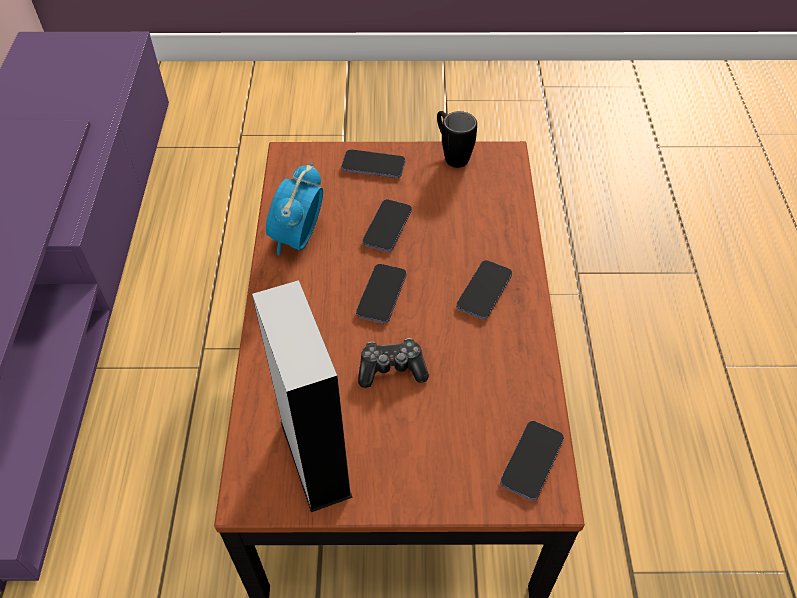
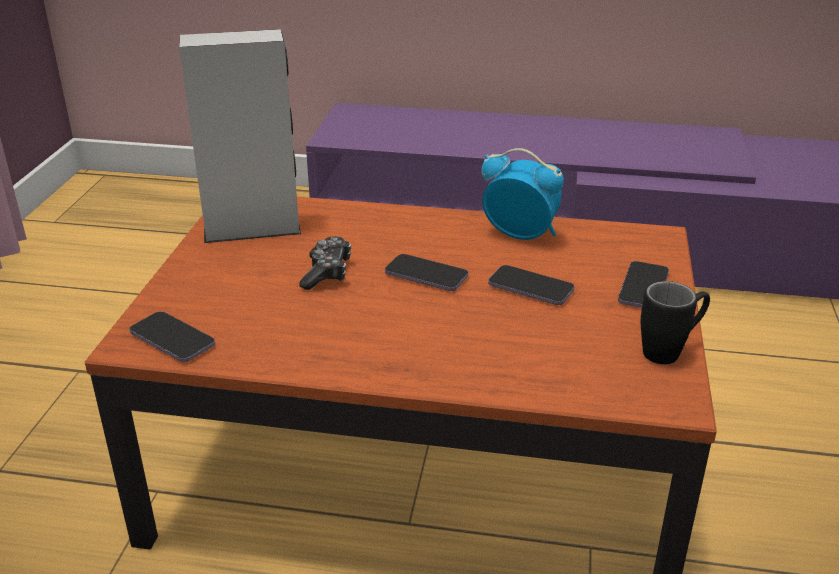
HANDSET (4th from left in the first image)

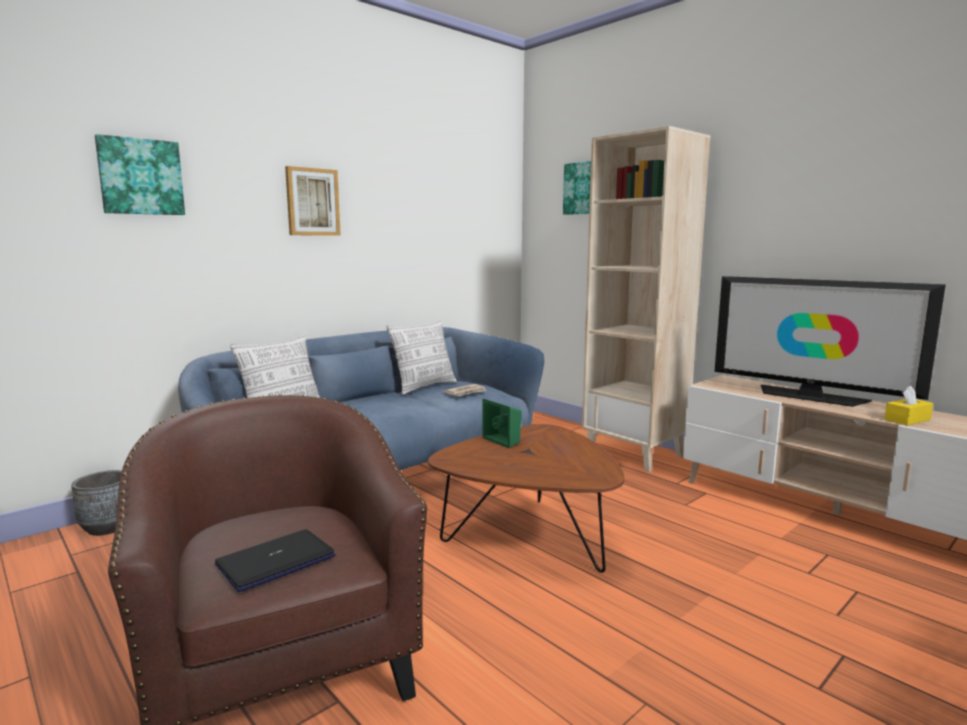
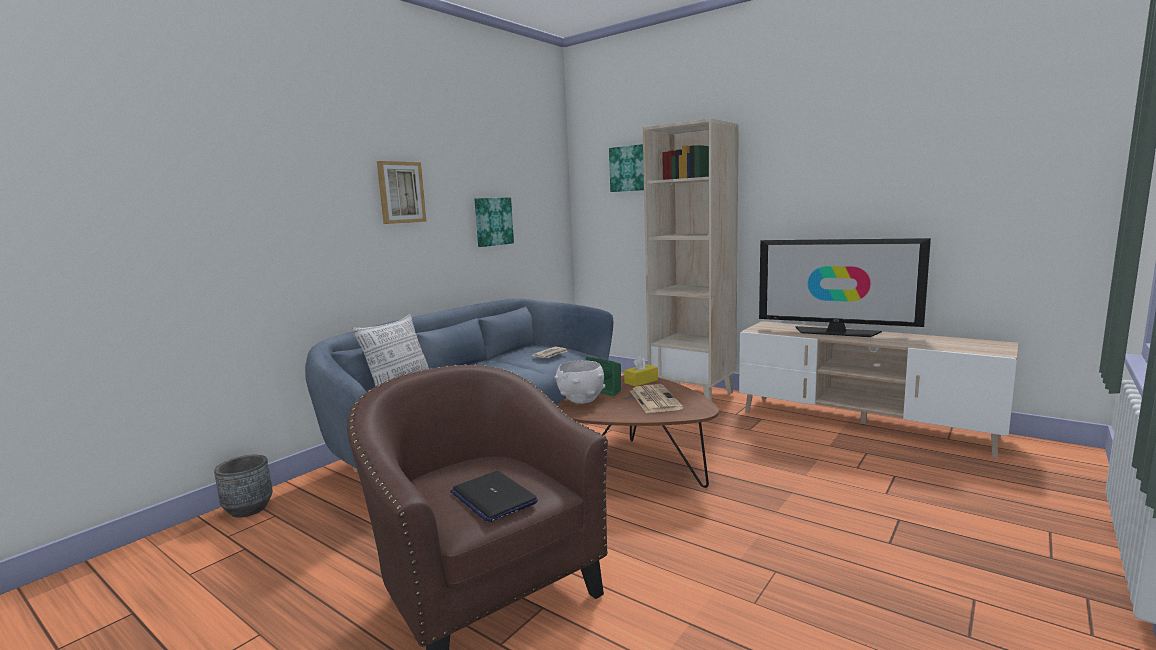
PICTURE (2nd from left); CUSHION (2nd from left in the first image); YELLOW-COLOURED TISSUE HOLDER; PORTABLE COMPUTER; WHITISH BOWL; PRINTED PAPER (2nd from left)

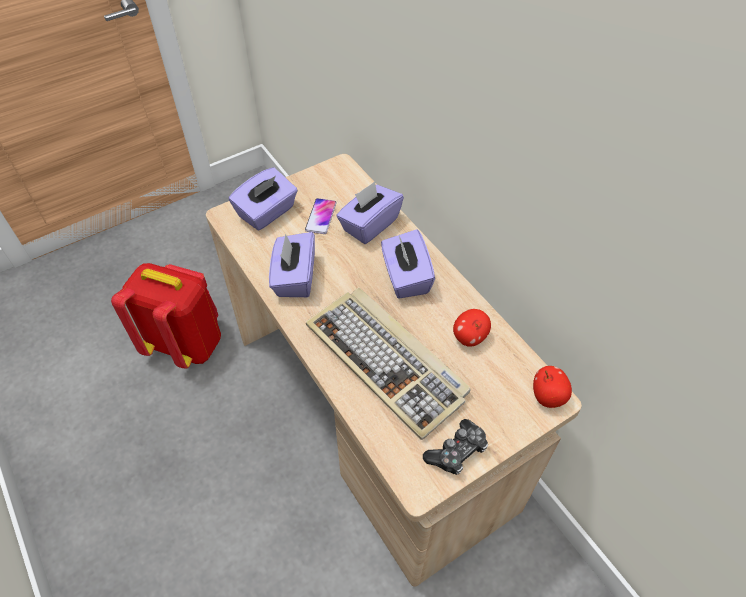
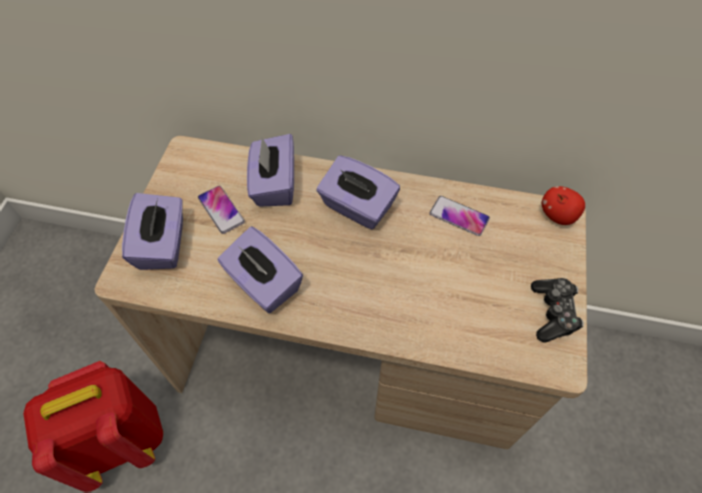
PC KEYBOARD; HANDSET (2nd from left)

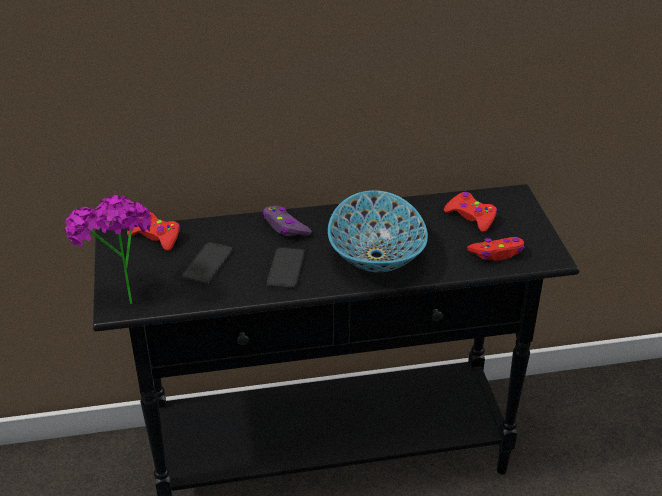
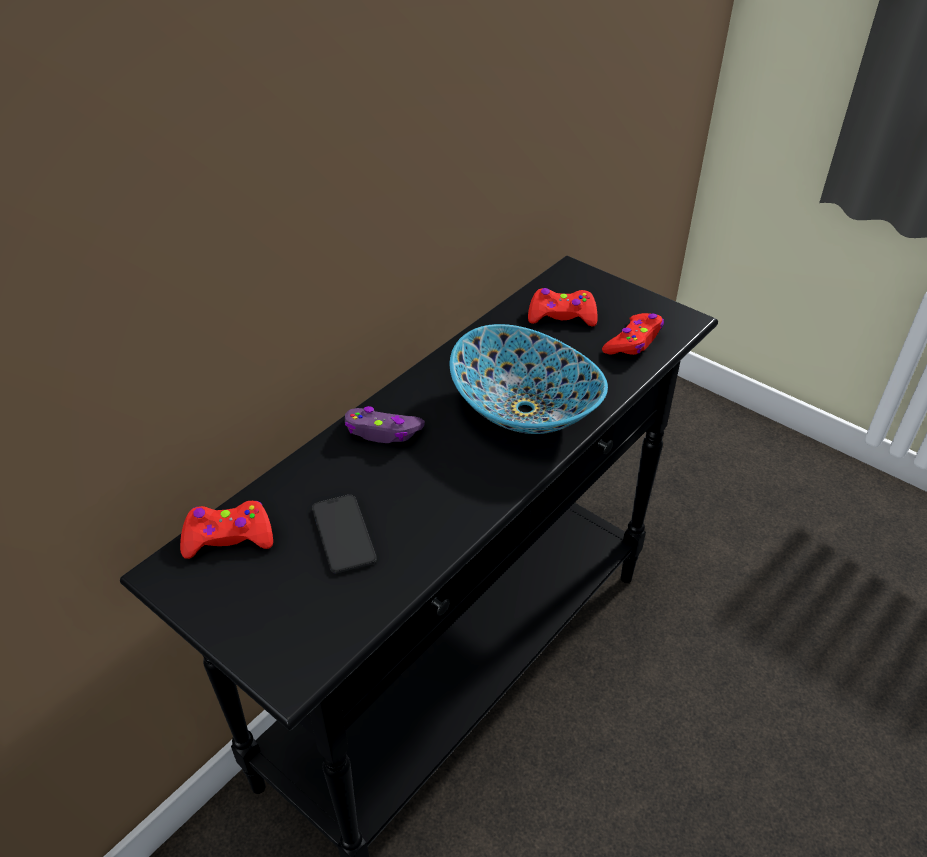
PLANT IN A POT; HANDSET (2nd from left in the first image)

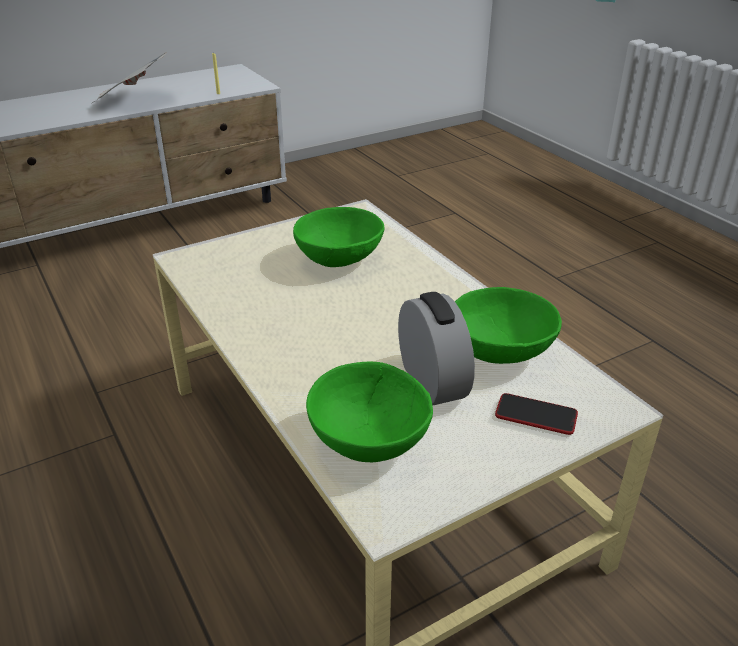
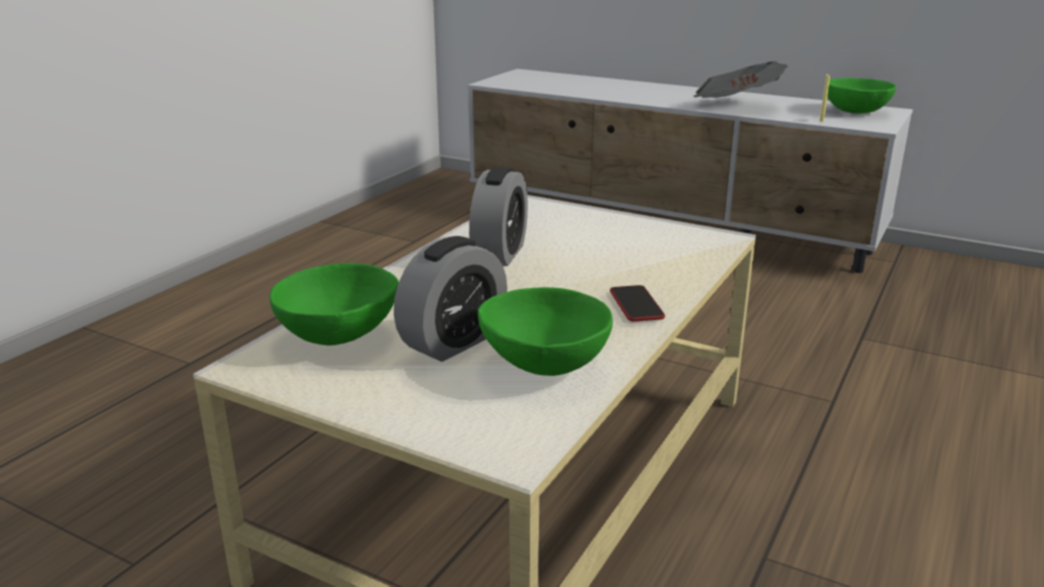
GREEN-COLOURED BOWL (3rd from left); HANDSET; BEDSIDE CLOCK (2nd from left)

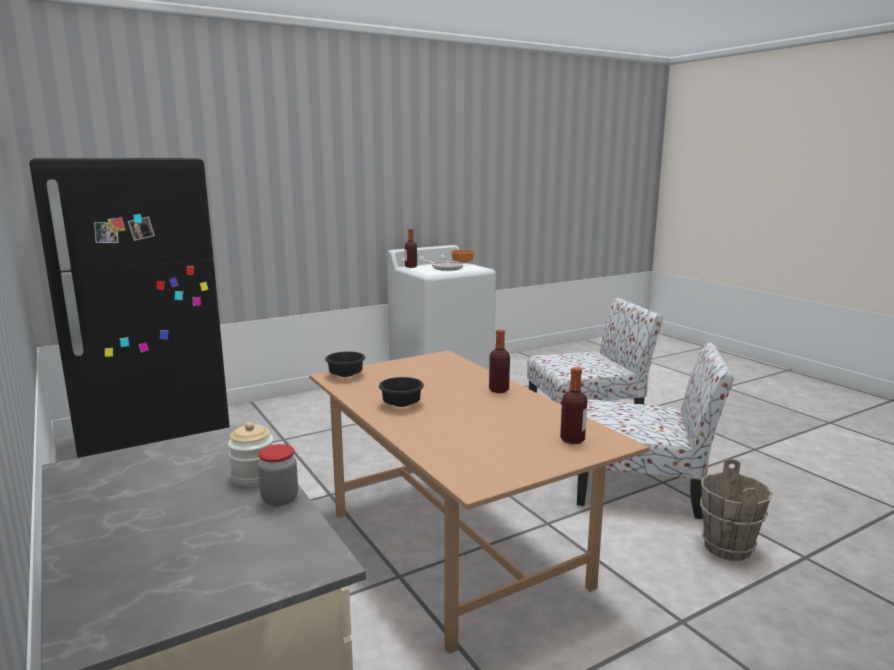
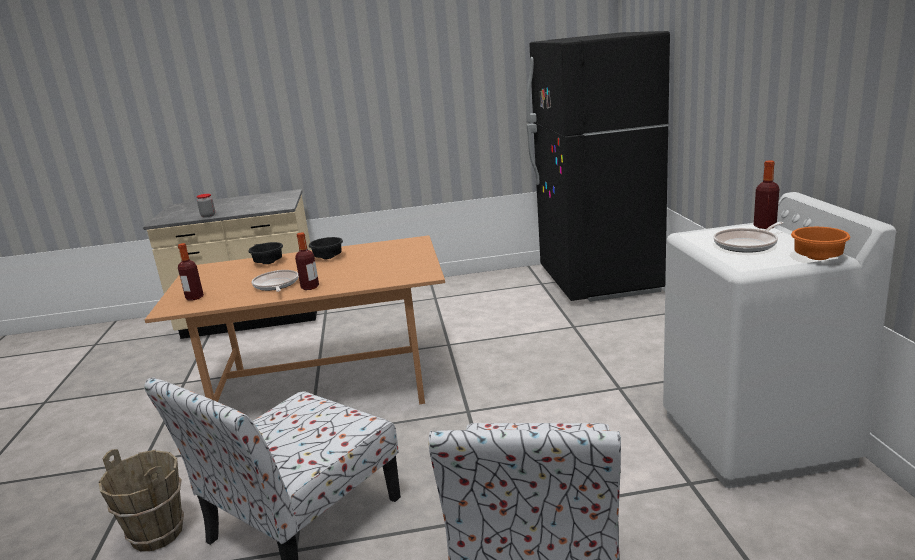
BLACK BOWL (1st from left); STORAGE JAR (1st from left in the first image); PAN (1st from left)

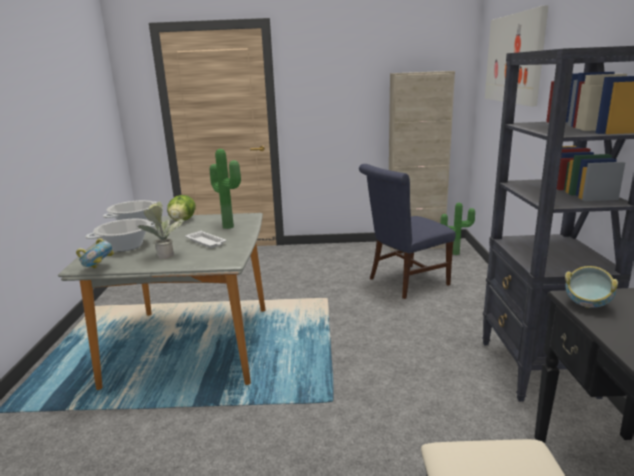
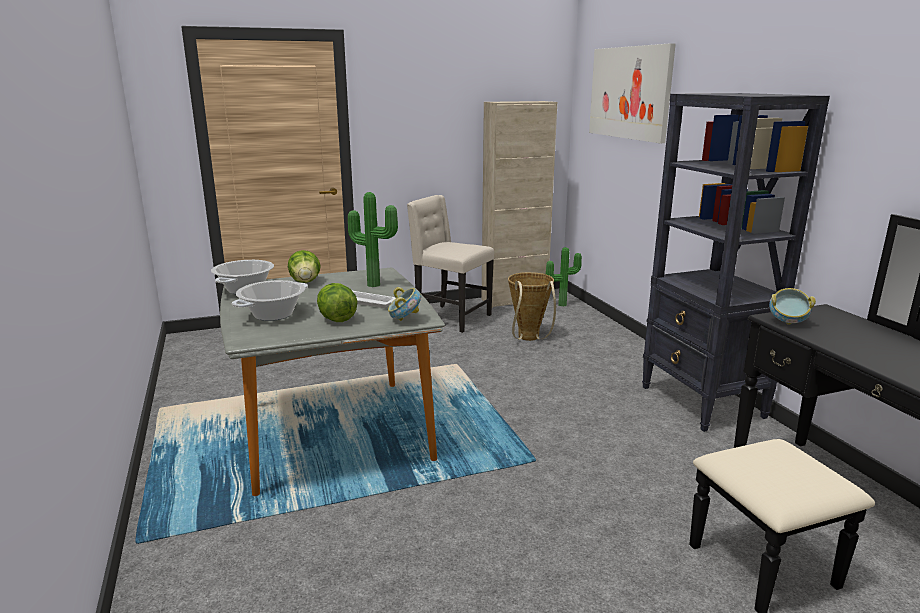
HOUSEHOLD BASKET; LETTUCE (2nd from left); BOWL (1st from left); SAND-COLOURED CHAIR

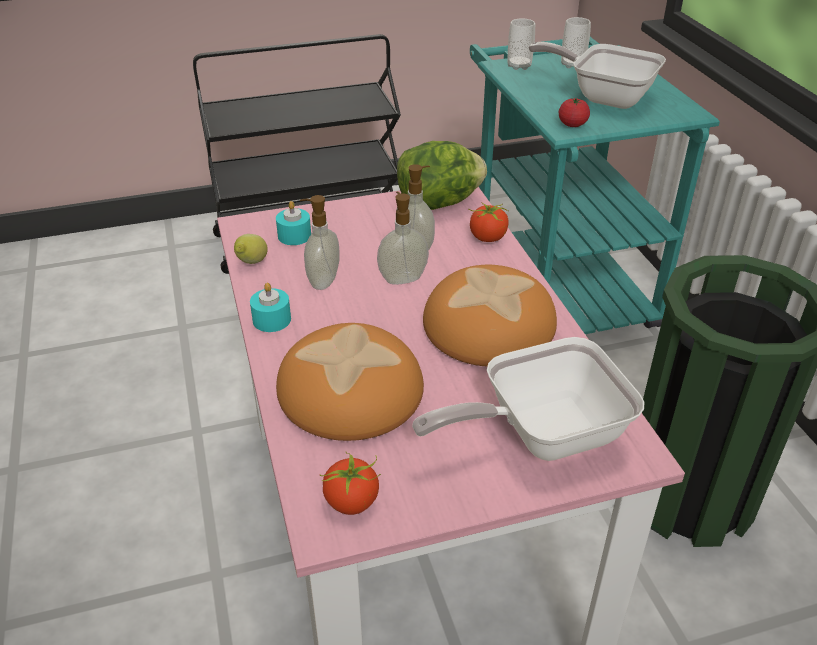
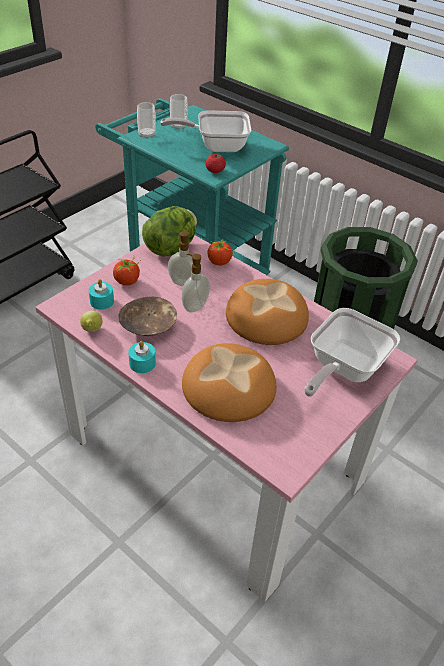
BROWNISH BOWL; WHOLE TOMATO (1st from left)

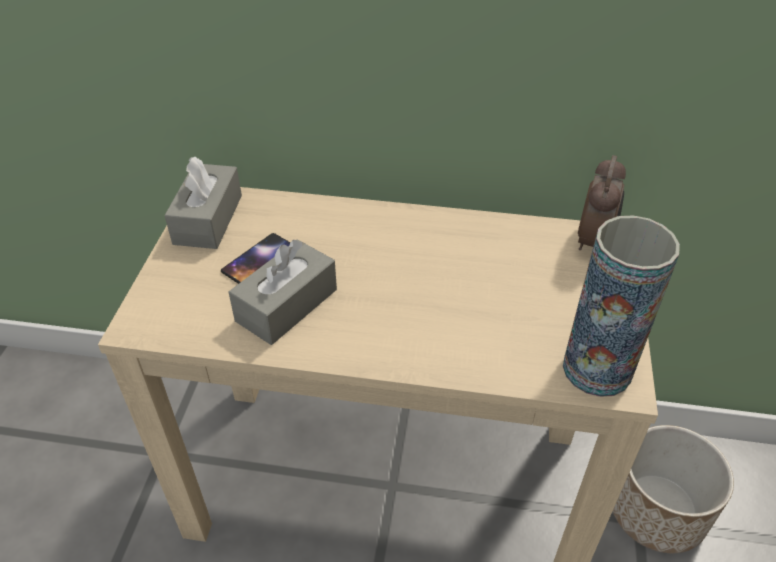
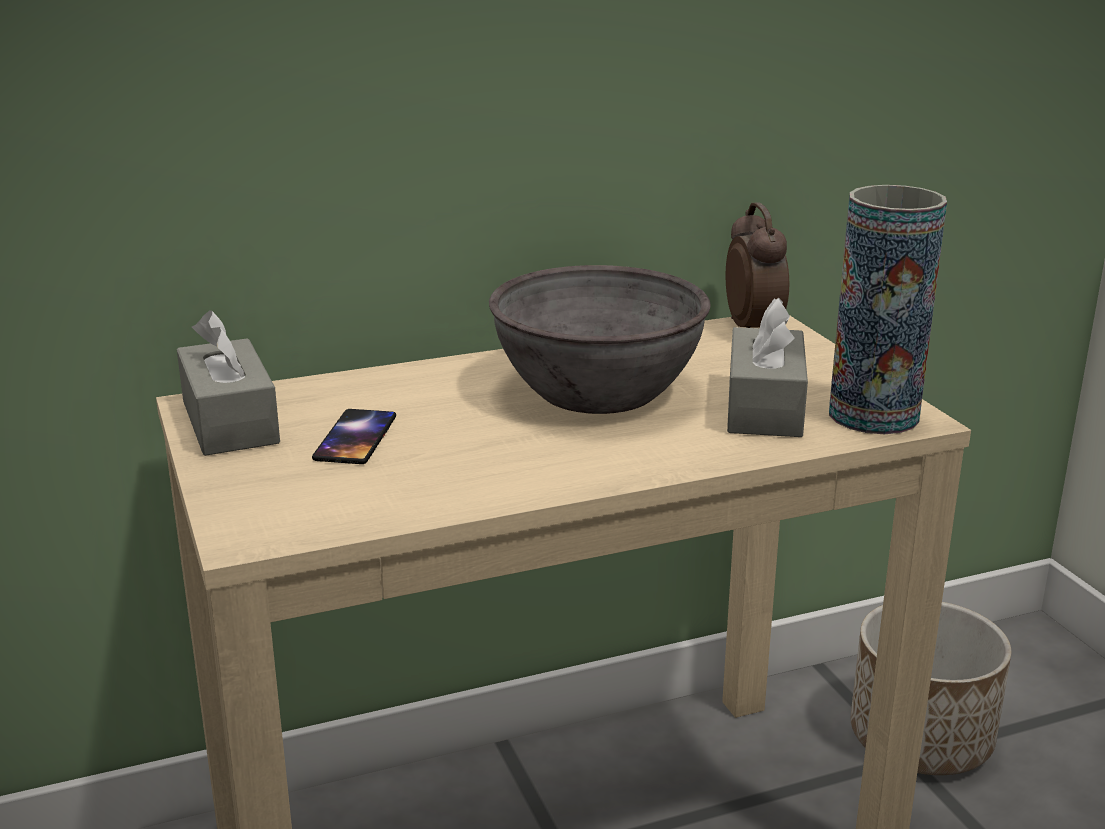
GRAY TISSUE HOLDER (2nd from left); GRAY BOWL

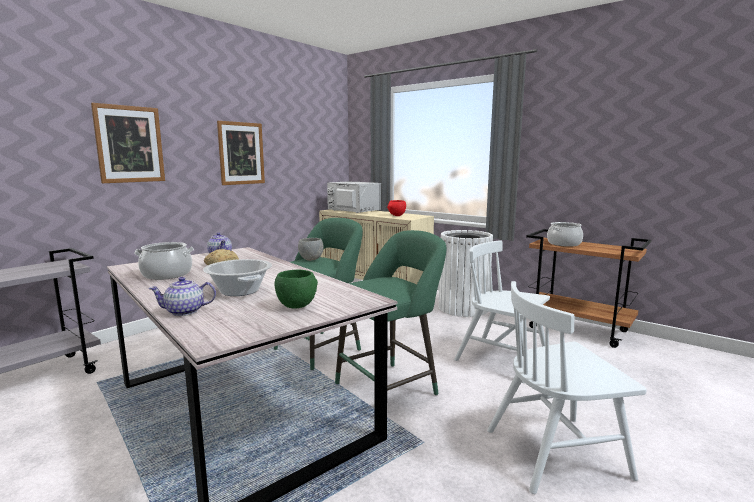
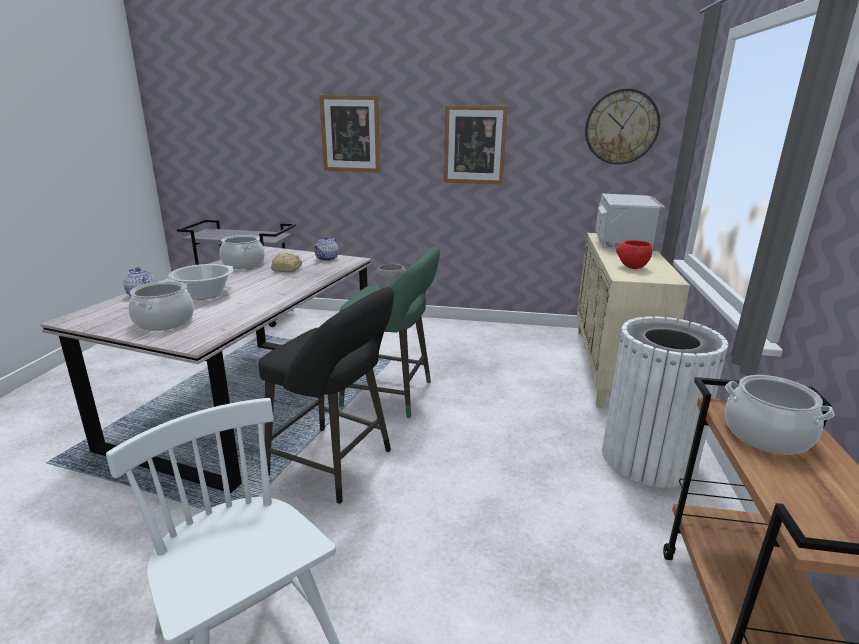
BLACK SITTING STOOL; WHITISH CHAIR (1st from left in the first image); COOKING POT (1st from left); CLOCK ON THE WALL

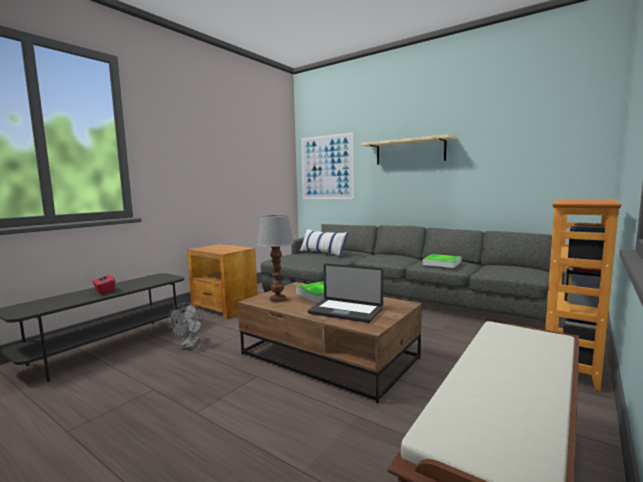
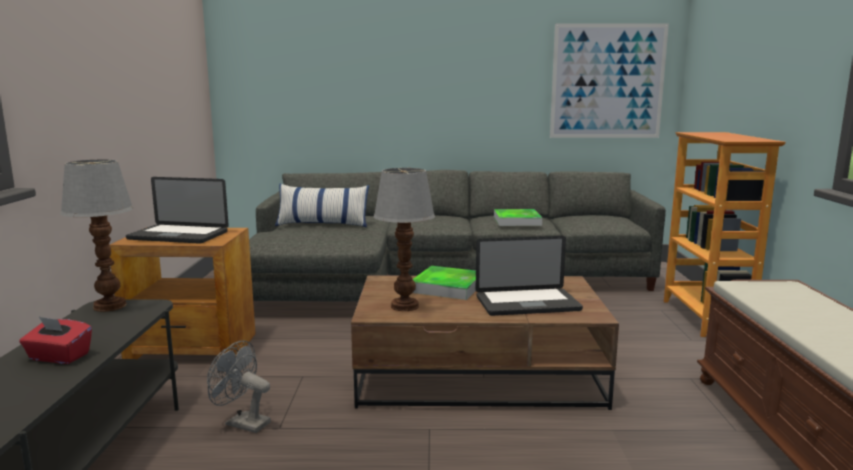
PICTURE; SAND-COLOURED WALL SHELF; GRAY FAN; TABLE LAMP (1st from left); PORTABLE COMPUTER (1st from left)

